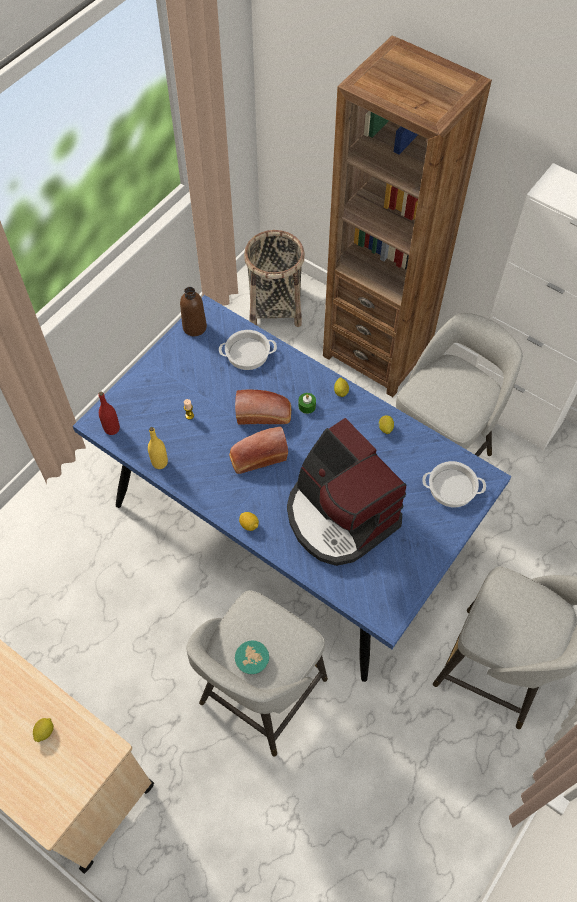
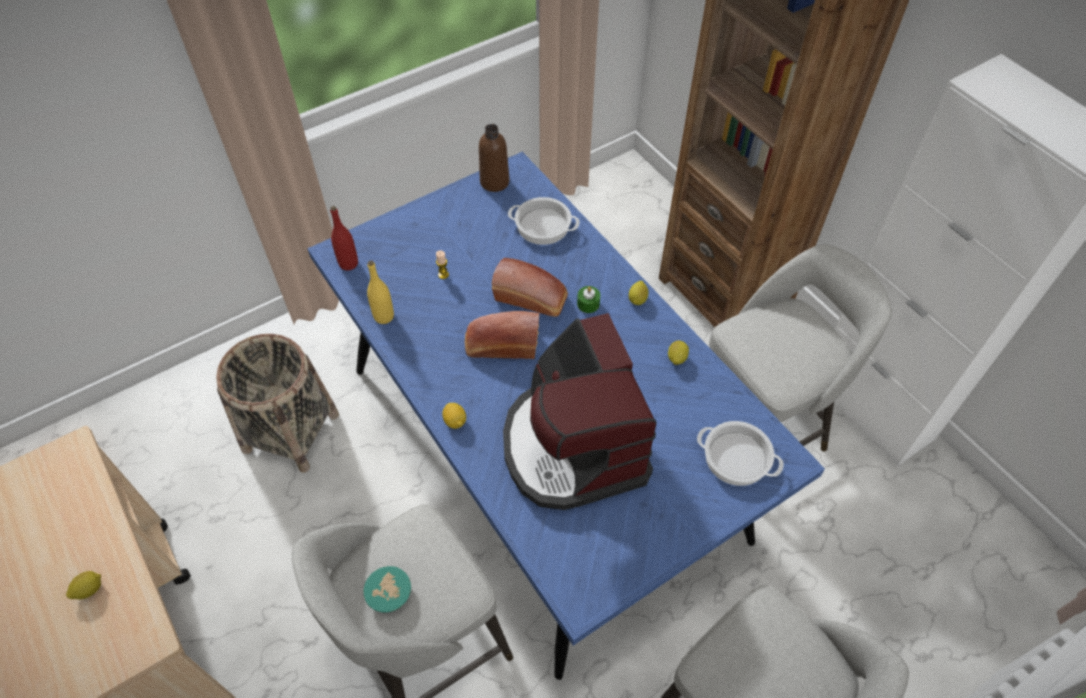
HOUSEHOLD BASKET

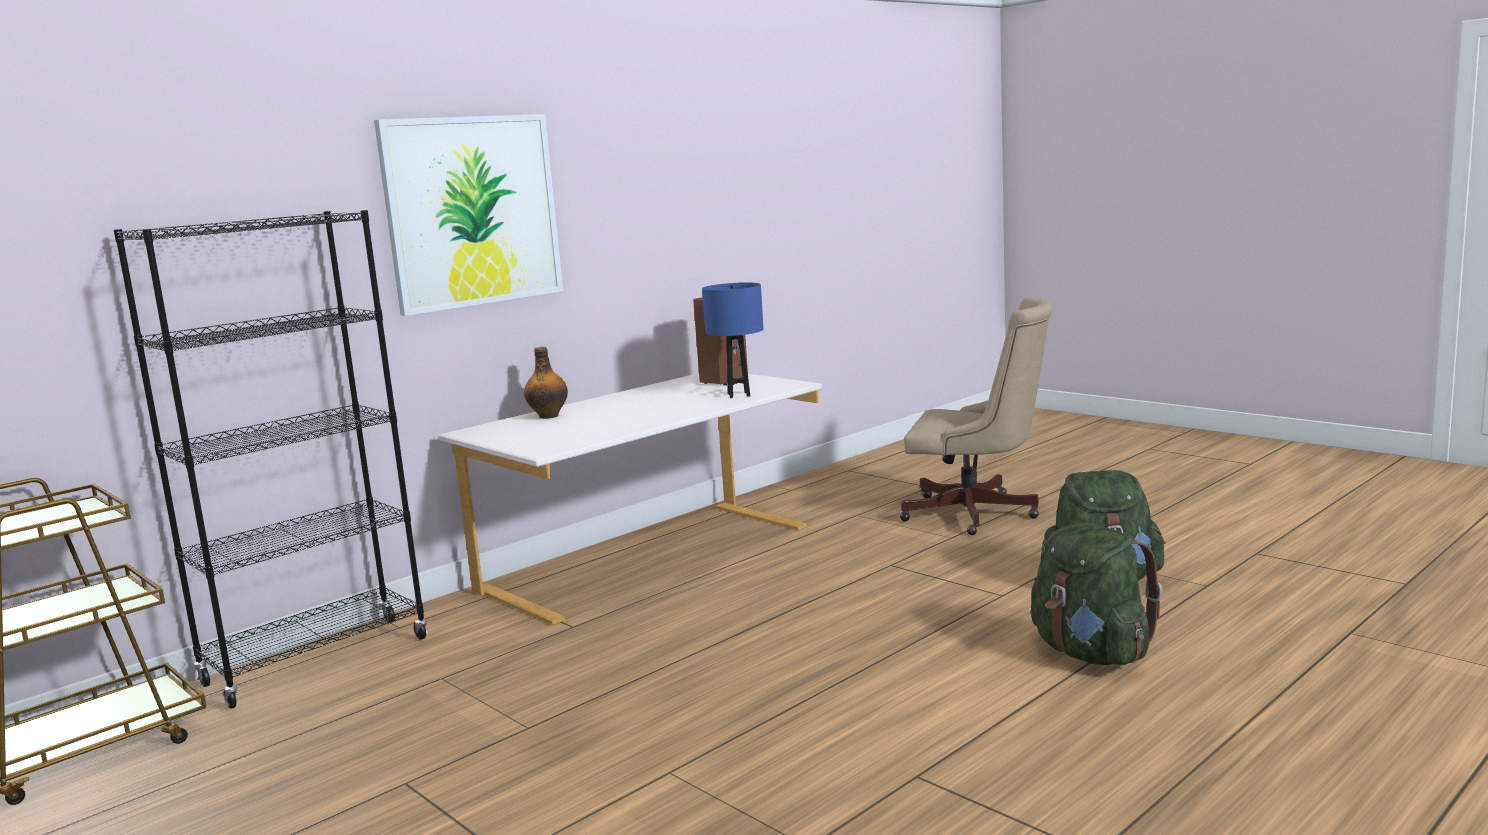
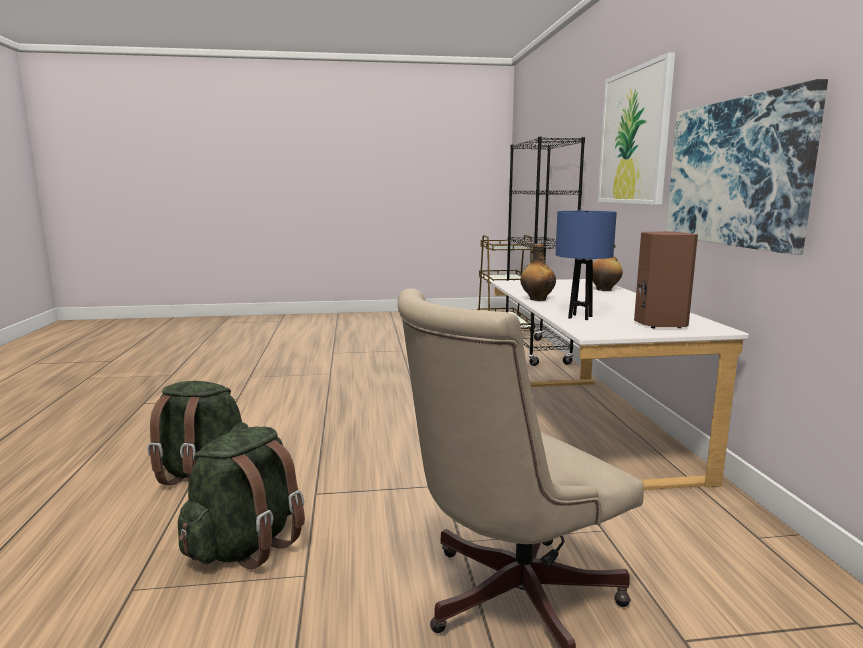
PICTURE (2nd from left); DRINK BOTTLE (1st from left)

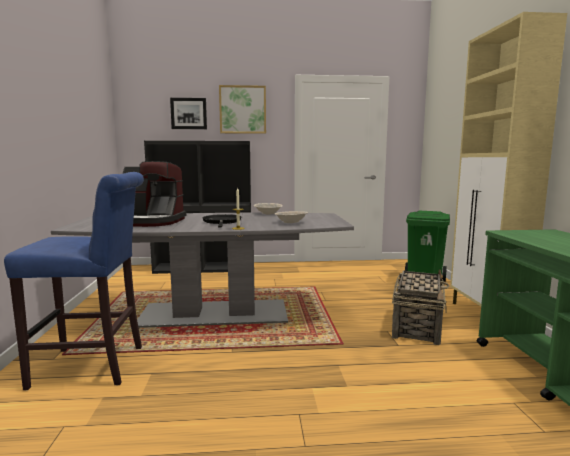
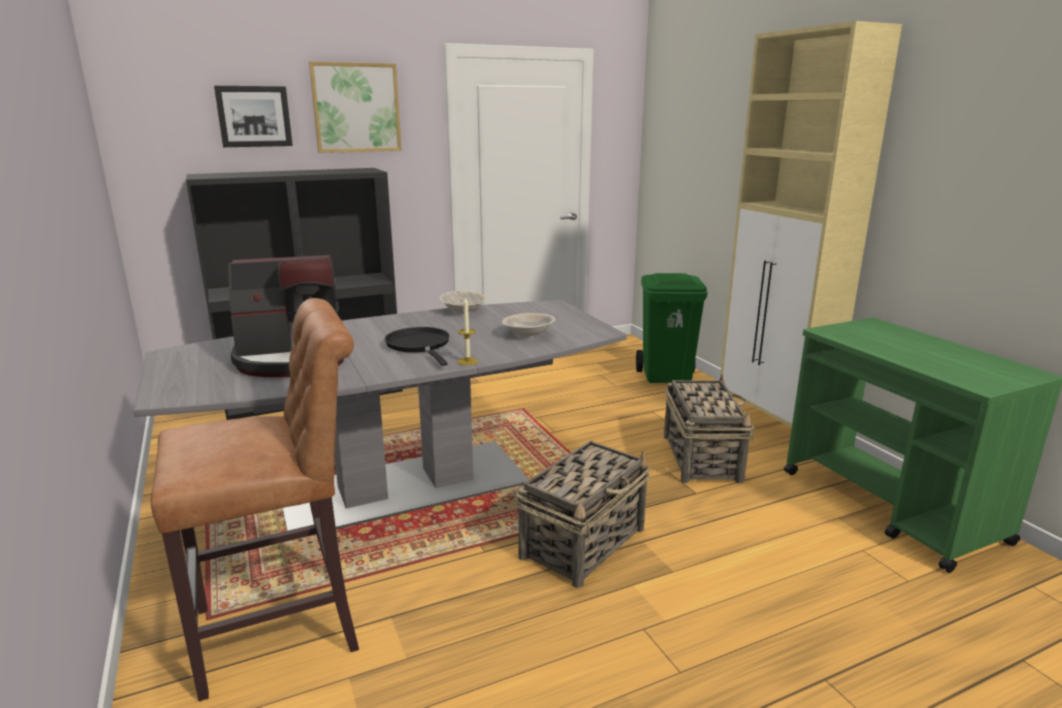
BROWNISH SITTING STOOL; HOUSEHOLD BASKET (1st from left)

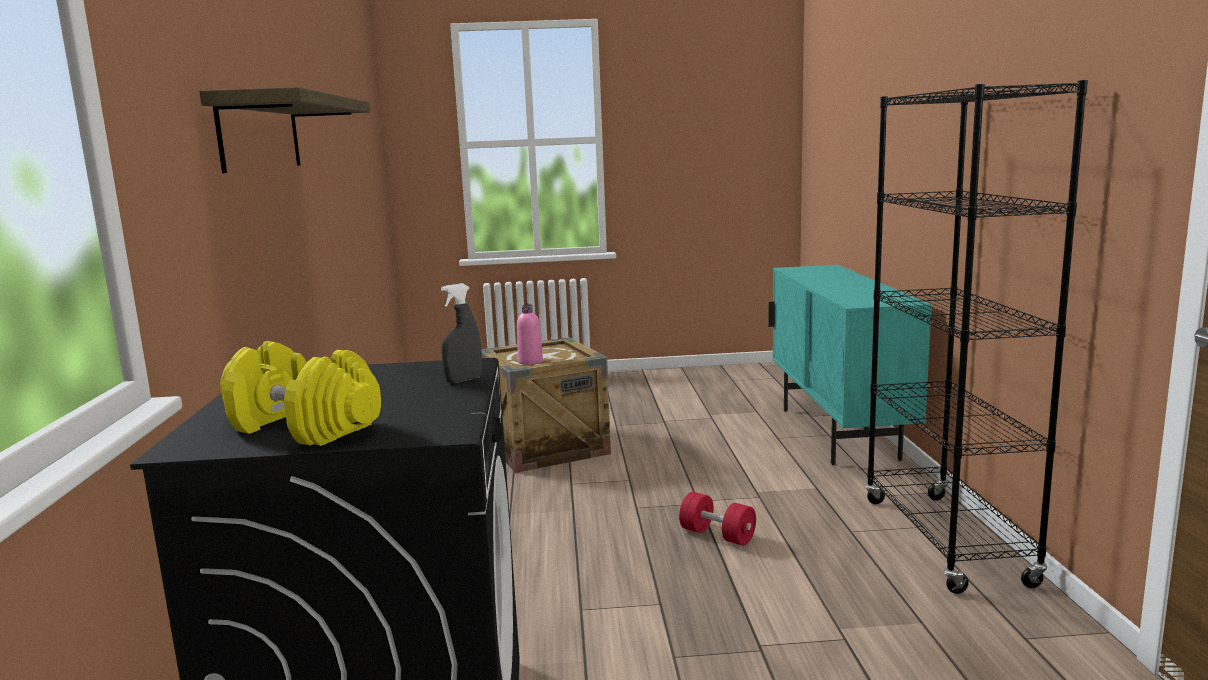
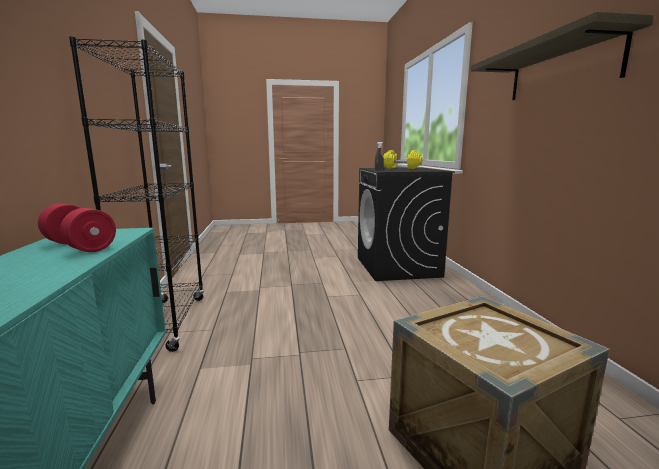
PINKISH DRINK BOTTLE; RED-COLOURED DUMBBELL

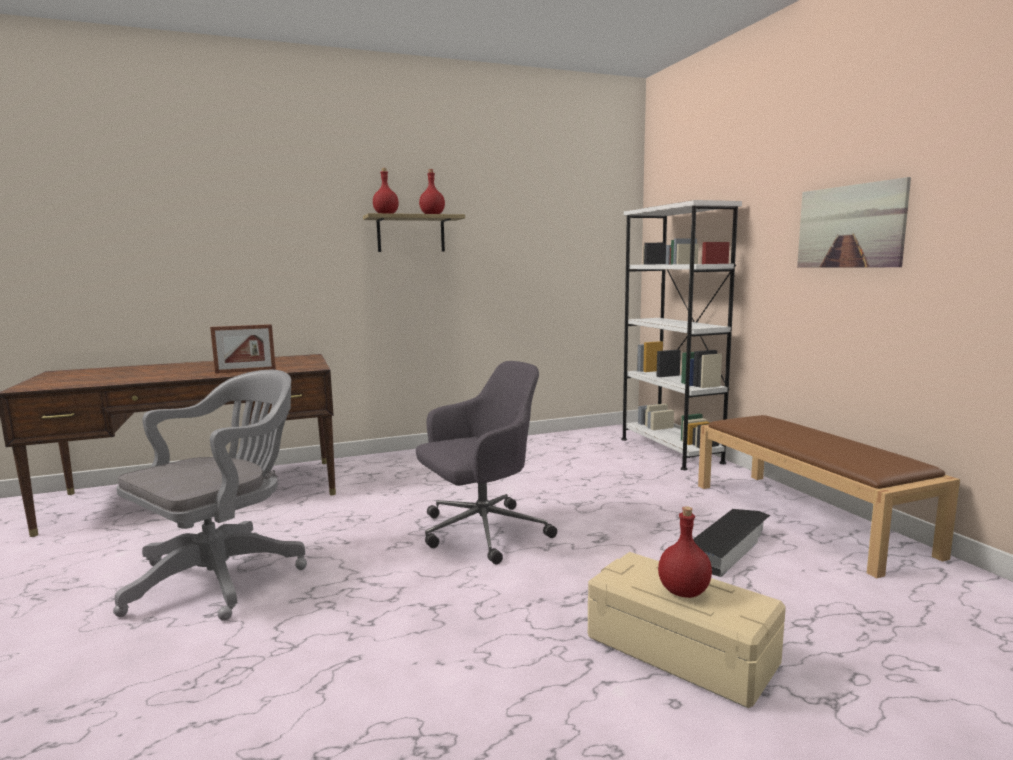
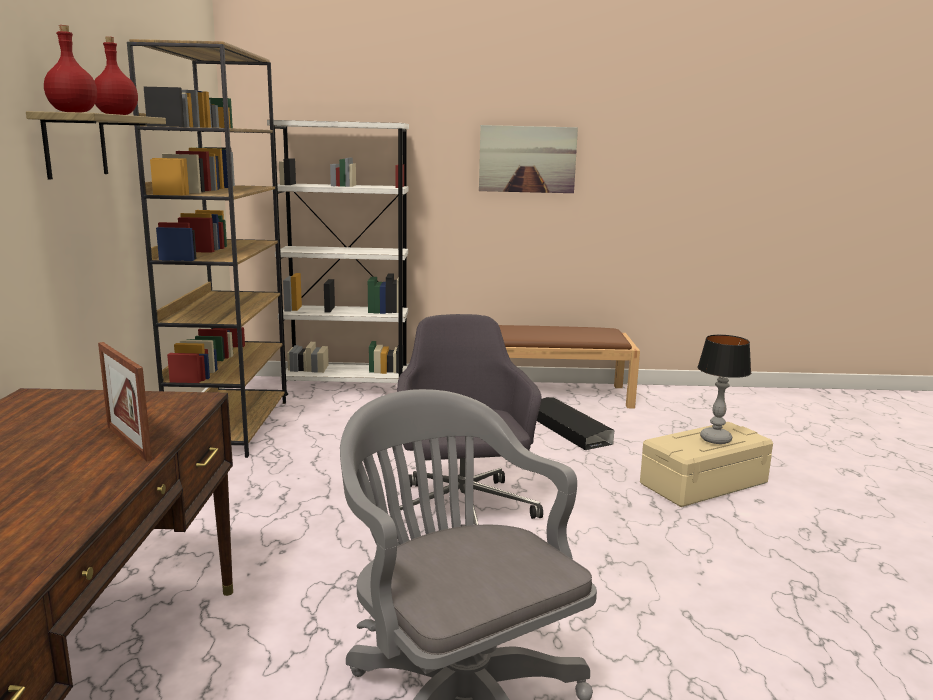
STANDING FRAME; TABLE LAMP; BROWNISH BOOKSHELF

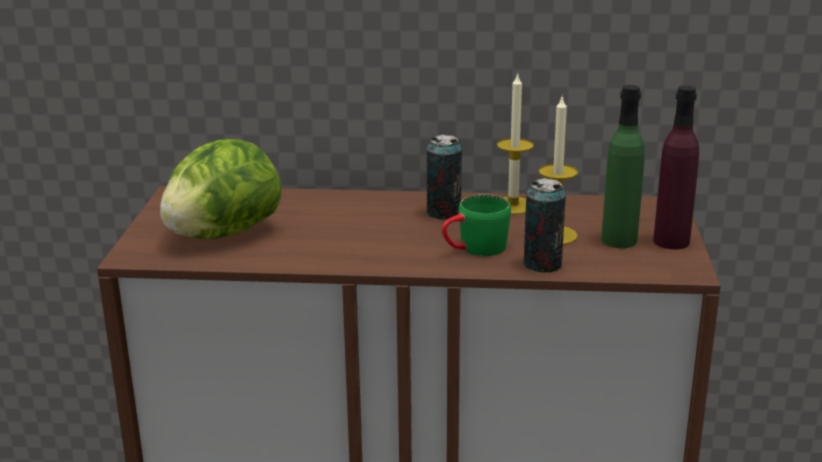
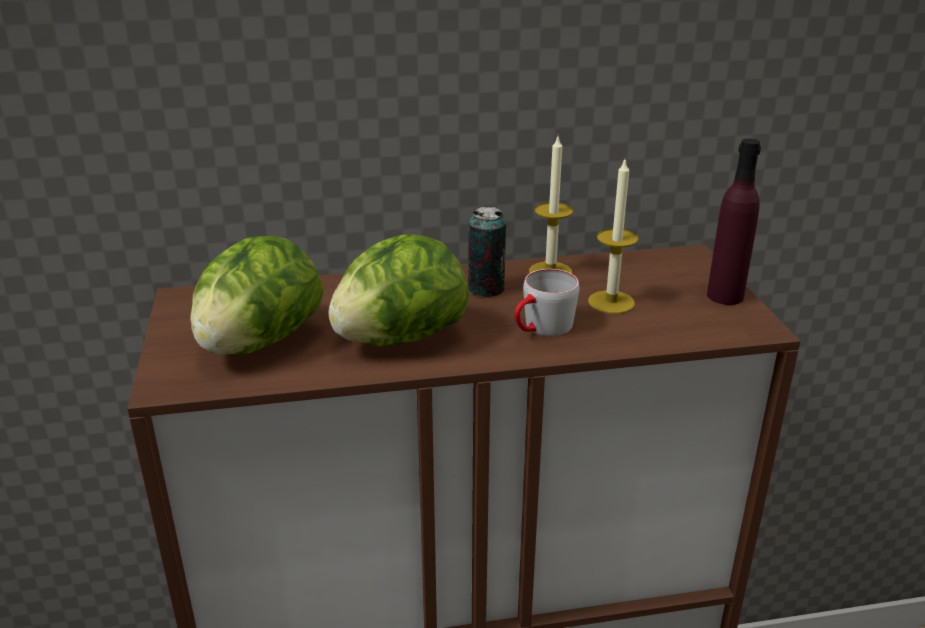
GREEN-COLOURED DRINK BOTTLE; CAN (2nd from left in the first image); GRAY COFFEE MUG; LETTUCE (2nd from left)

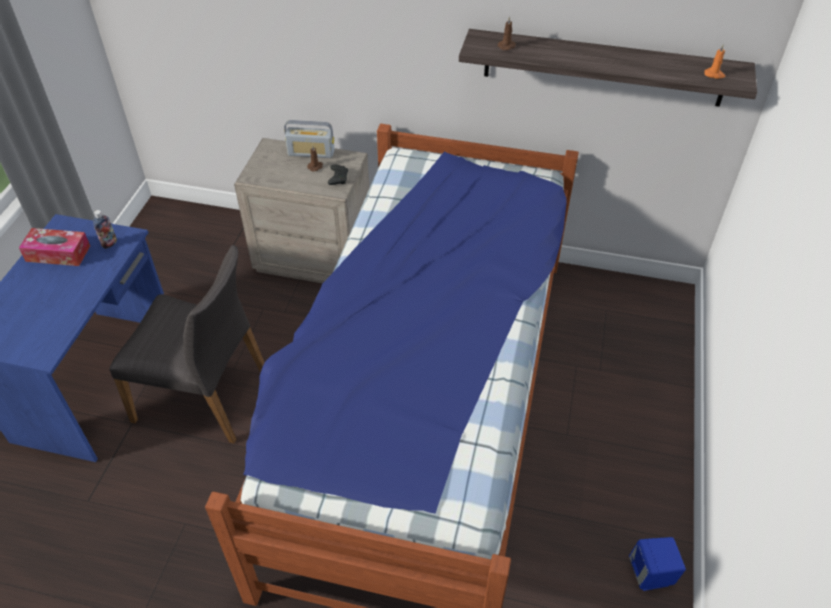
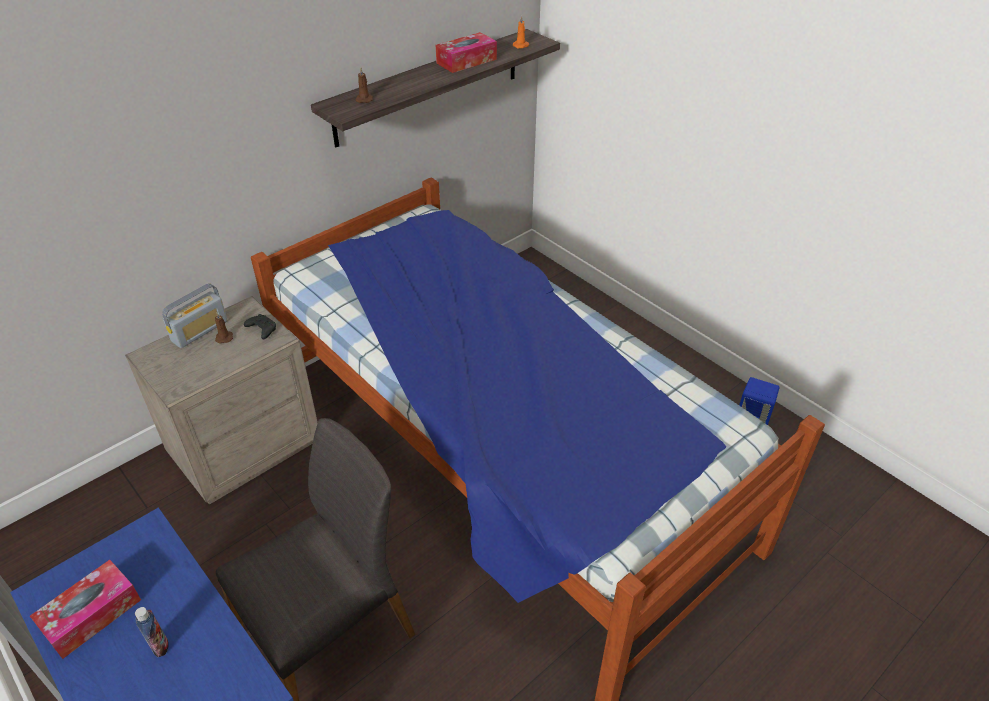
DRINK BOTTLE; TISSUE HOLDER (2nd from left)

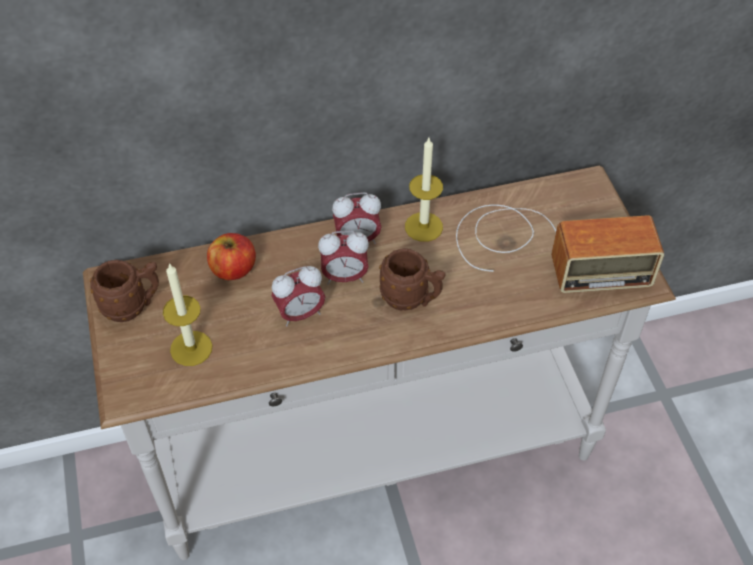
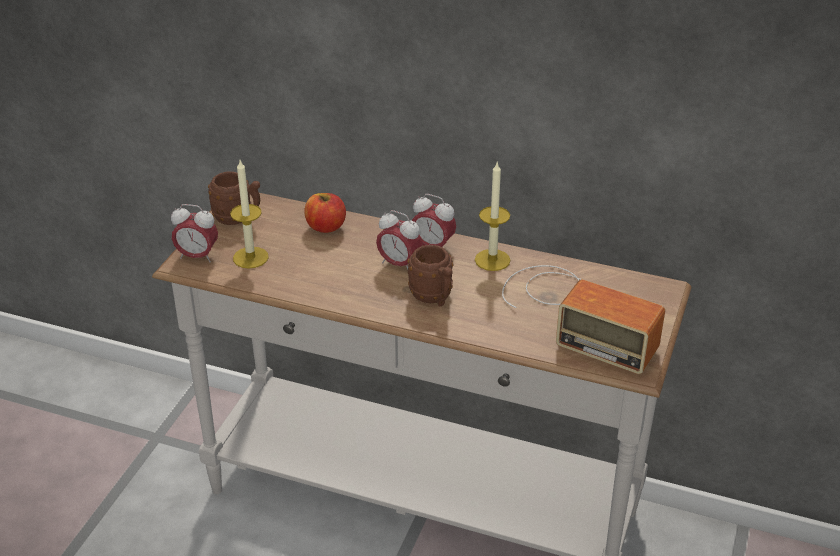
BEDSIDE CLOCK (1st from left)

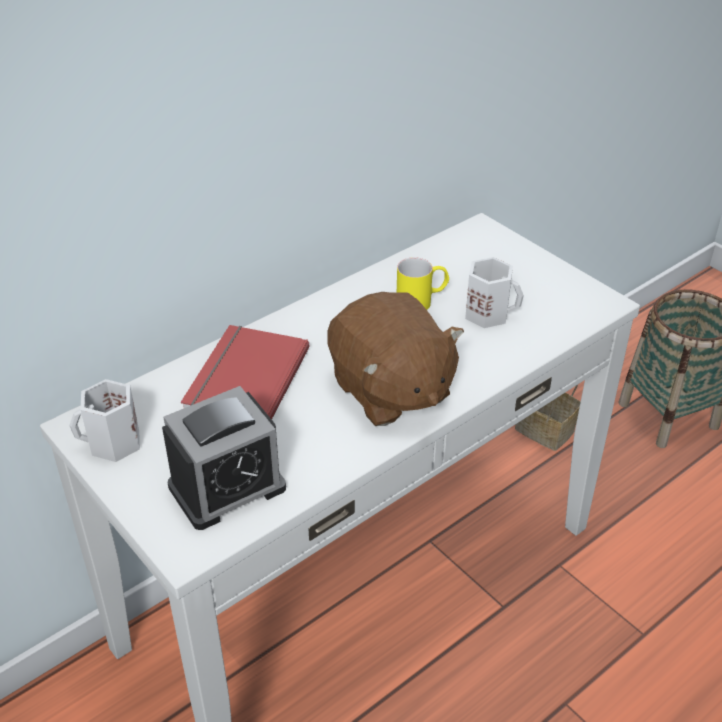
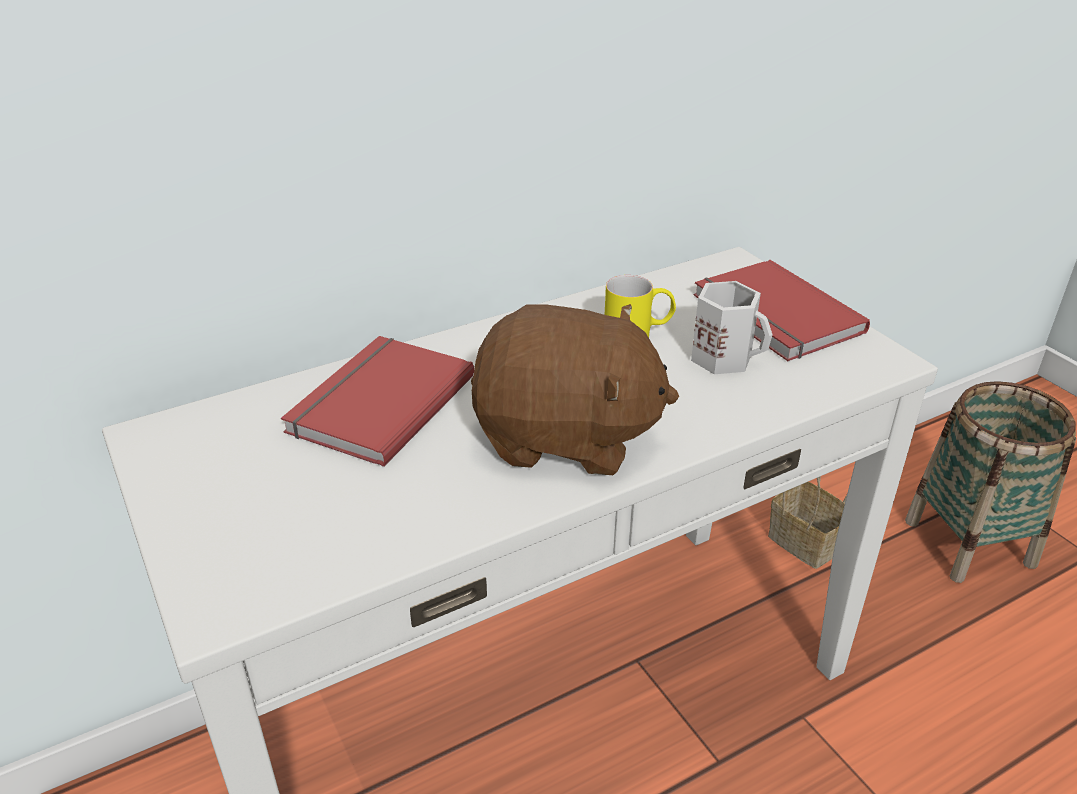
BROWNISH PLUSH TOY; WHITISH COFFEE MUG (1st from left in the first image); BEDSIDE CLOCK; RED-COLOURED BOOK (2nd from left)

